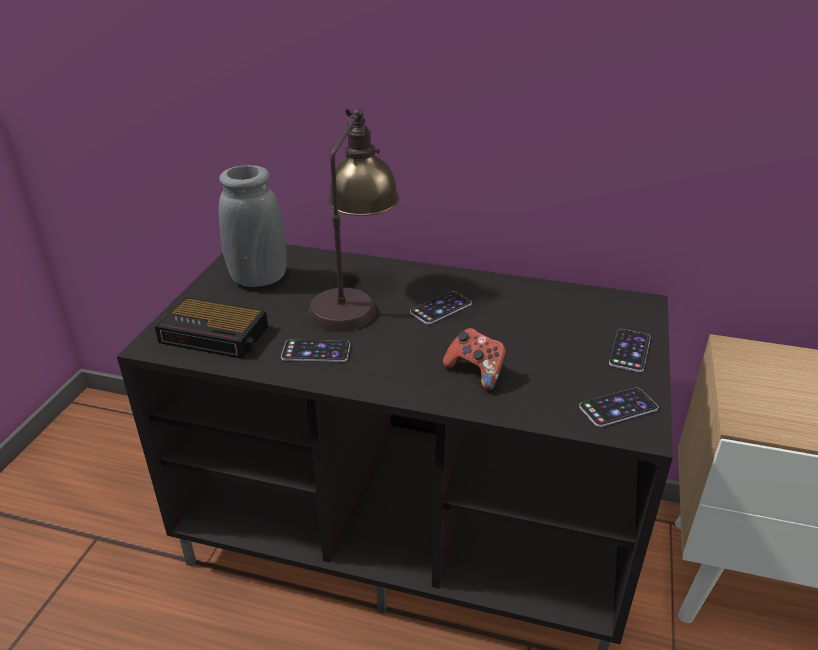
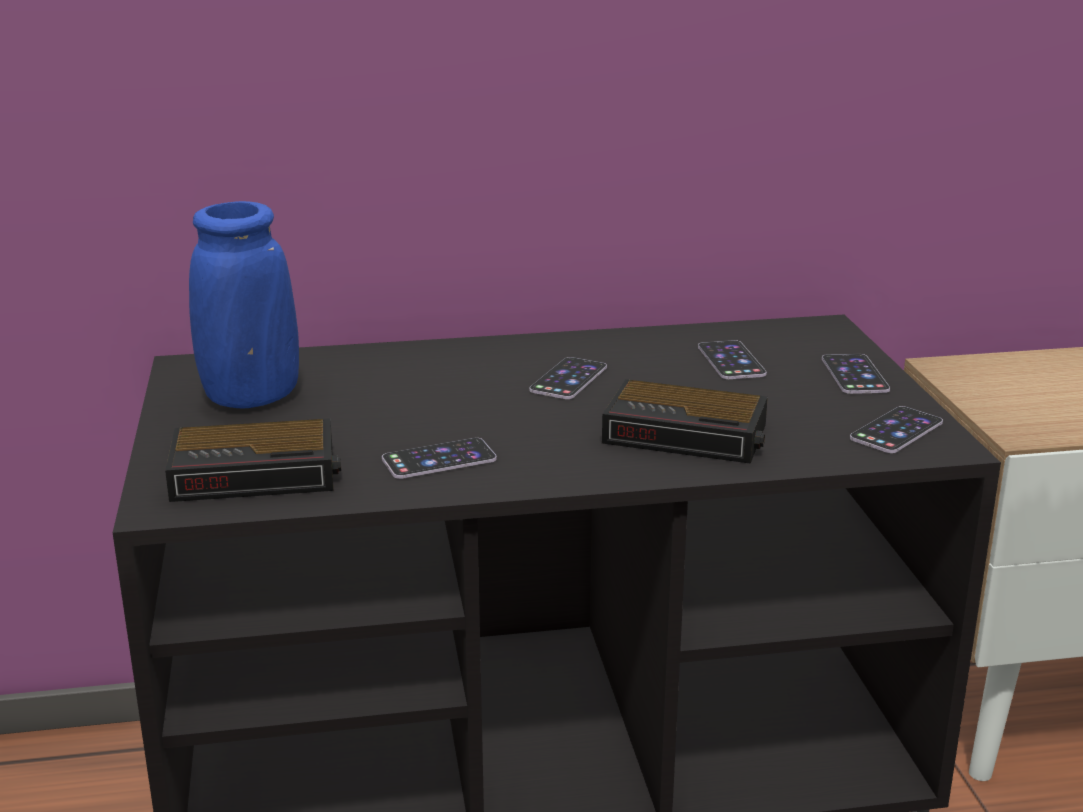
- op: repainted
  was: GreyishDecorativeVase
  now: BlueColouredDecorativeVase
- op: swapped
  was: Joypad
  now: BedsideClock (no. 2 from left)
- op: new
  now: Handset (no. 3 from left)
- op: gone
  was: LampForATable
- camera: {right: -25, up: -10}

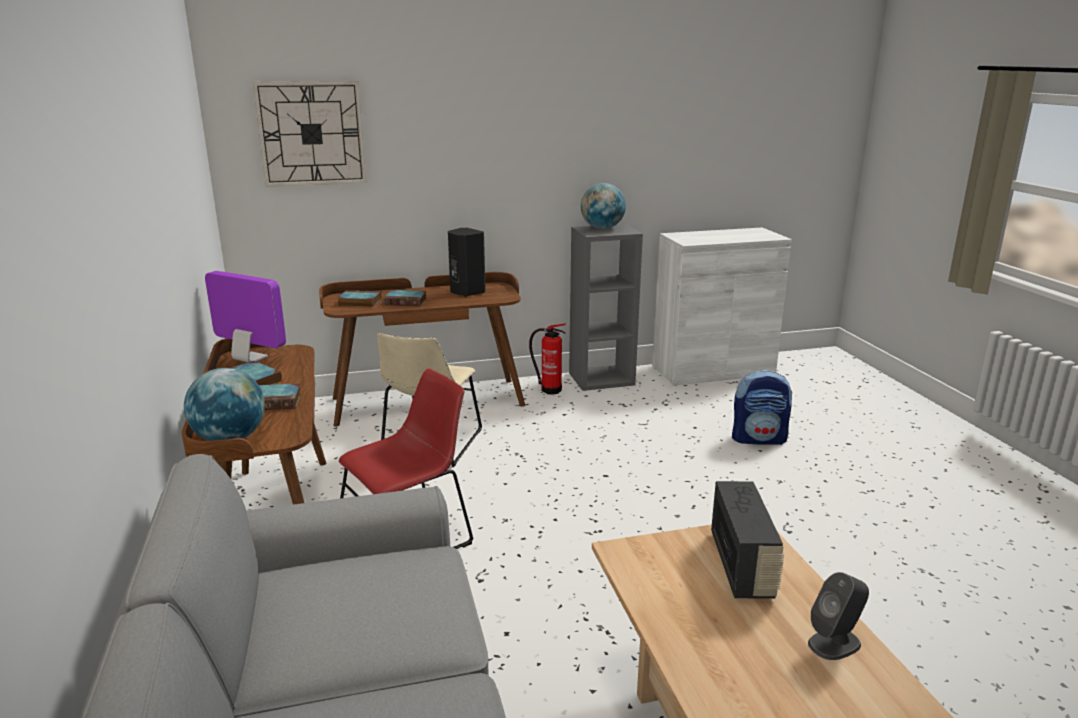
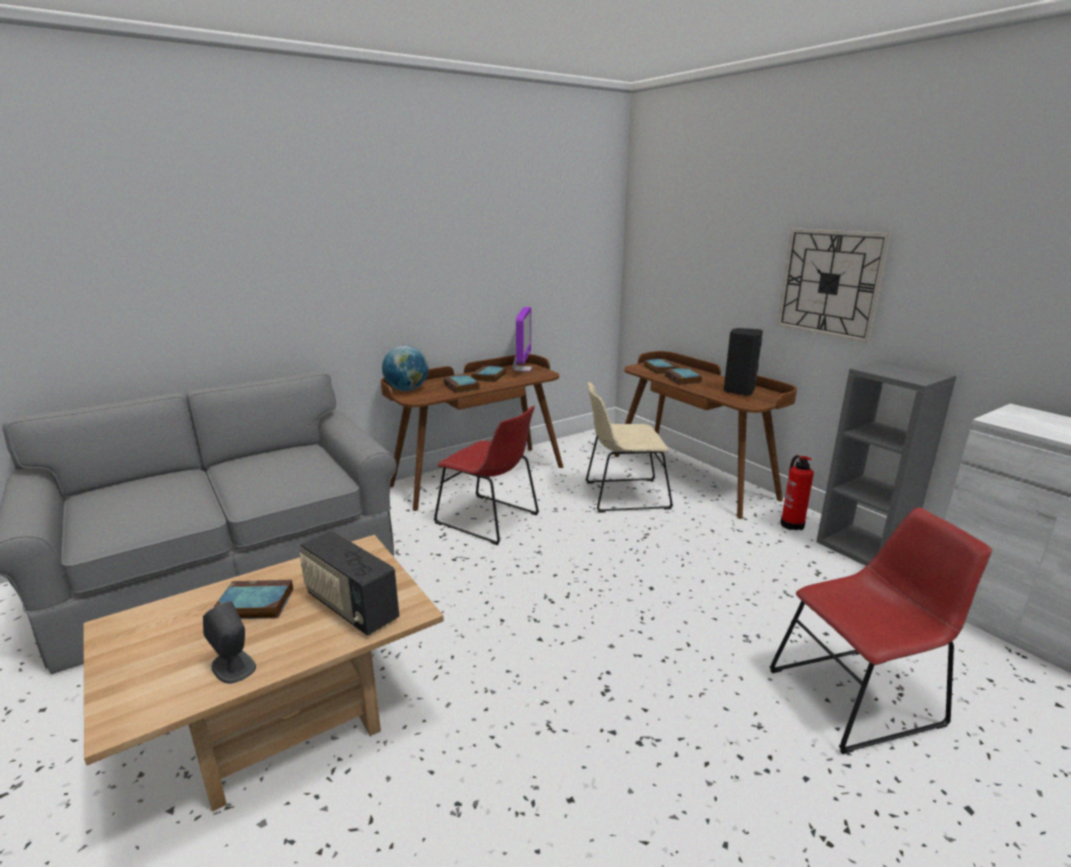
- op: new
  now: Volume (no. 1 from left)
- op: rotated
  was: Radio
  clockwise: 60
- op: swapped
  was: Rucksack
  now: RedUprightChair (no. 2 from left)
- op: shifted
  was: WallClock
- op: gone
  was: WorldGlobe (no. 2 from left)
- camera: {right: 70, up: 0}

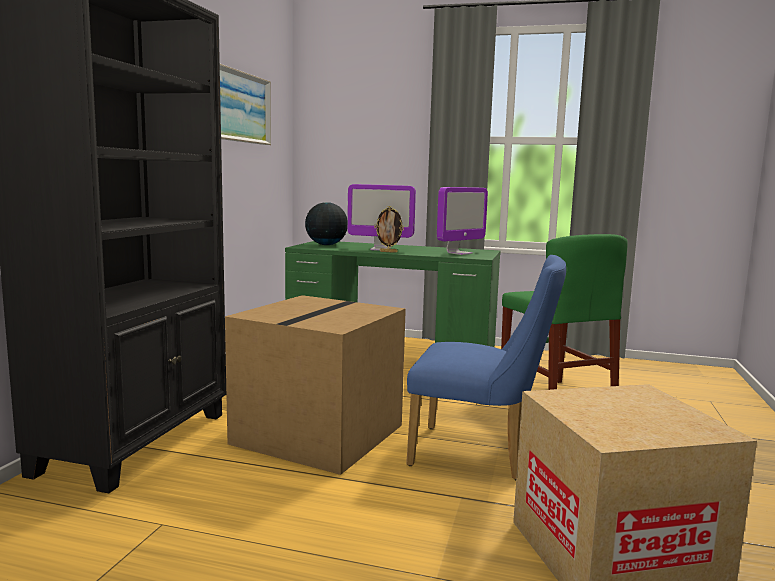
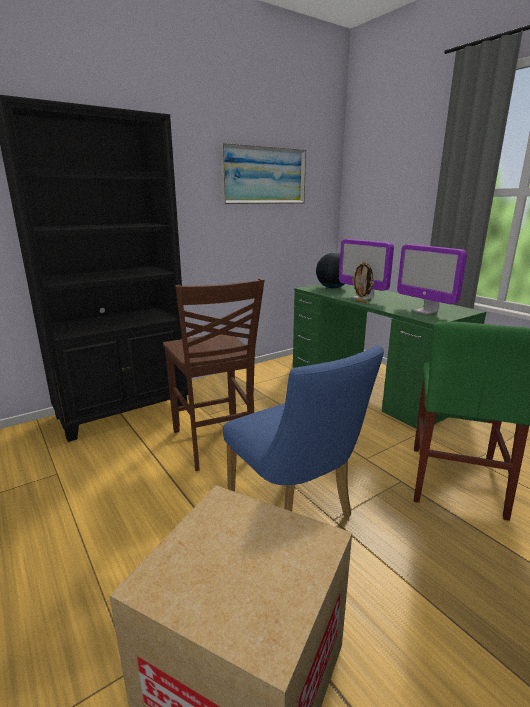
- op: swapped
  was: PackingBox (no. 1 from left)
  now: BrownishUprightChair
- op: rotated
  was: ComputerScreen (no. 2 from left)
  clockwise: 60
- camera: {right: 40, up: 10}

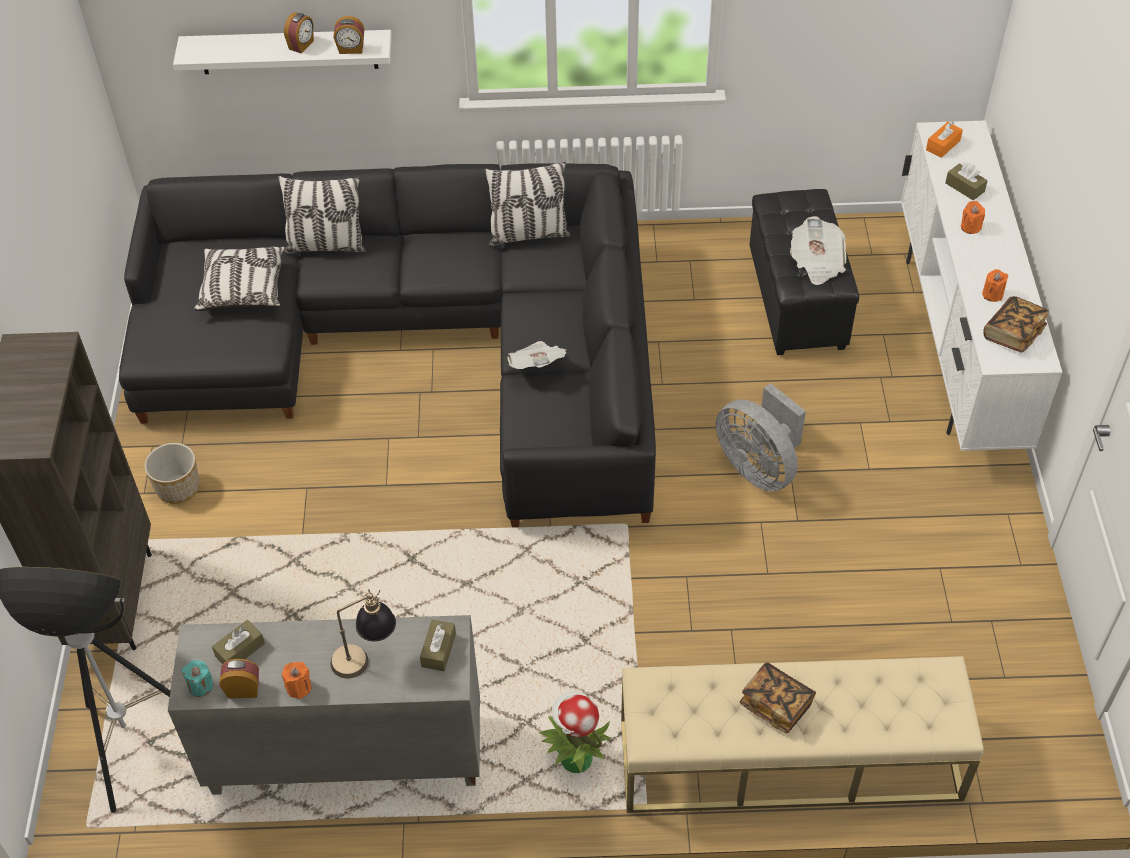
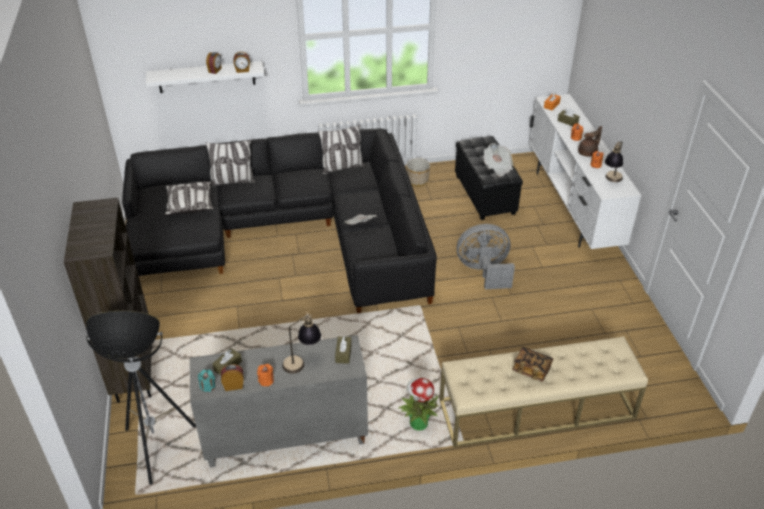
- op: shifted
  was: FlowerPot
- op: rotated
  was: GreyishFan
  clockwise: 135
- op: new
  now: BrownishTeaPot
- op: swapped
  was: Volume (no. 2 from left)
  now: LampForATable (no. 2 from left)
- camera: {right: -10, up: -10}

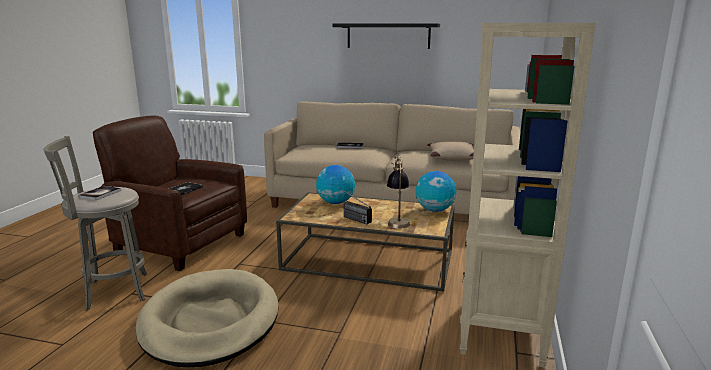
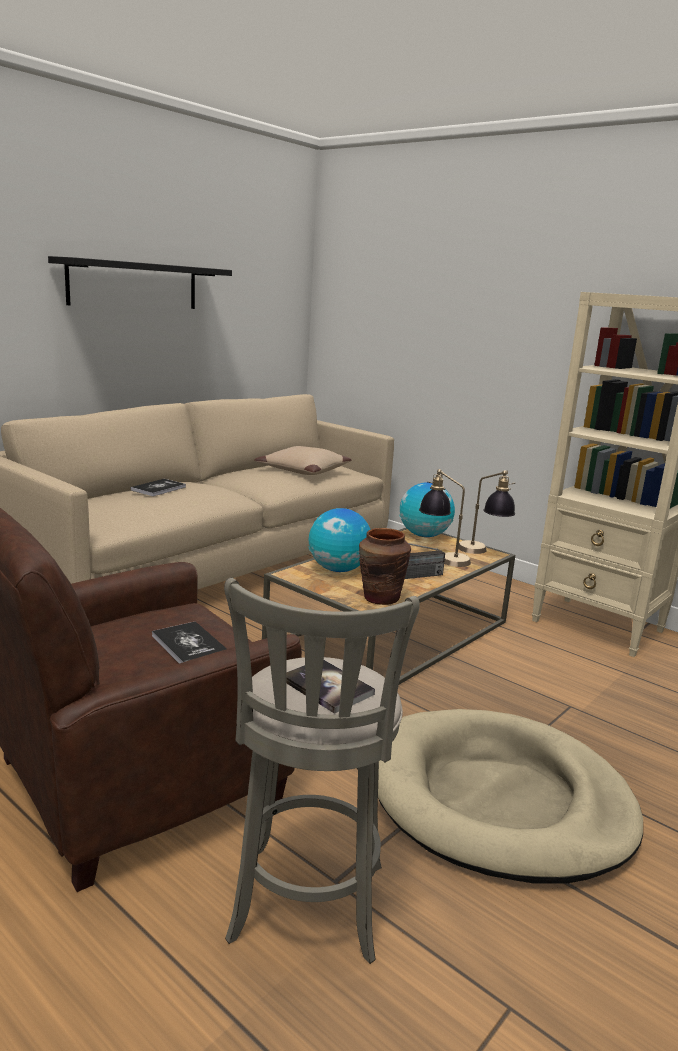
- op: new
  now: BrownishDecorativeVase
- op: new
  now: LampForATable (no. 2 from left)
- camera: {right: -65, up: 0}

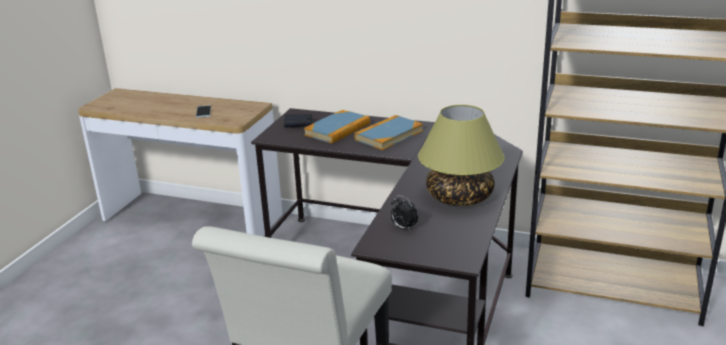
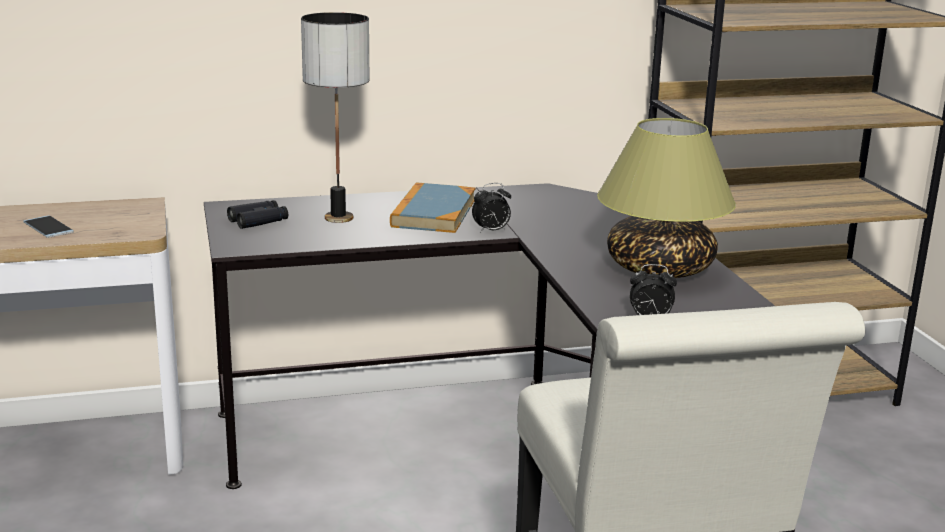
- op: swapped
  was: Volume (no. 1 from left)
  now: LampForATable (no. 1 from left)
- op: new
  now: BedsideClock (no. 1 from left)
- camera: {right: -35, up: -5}

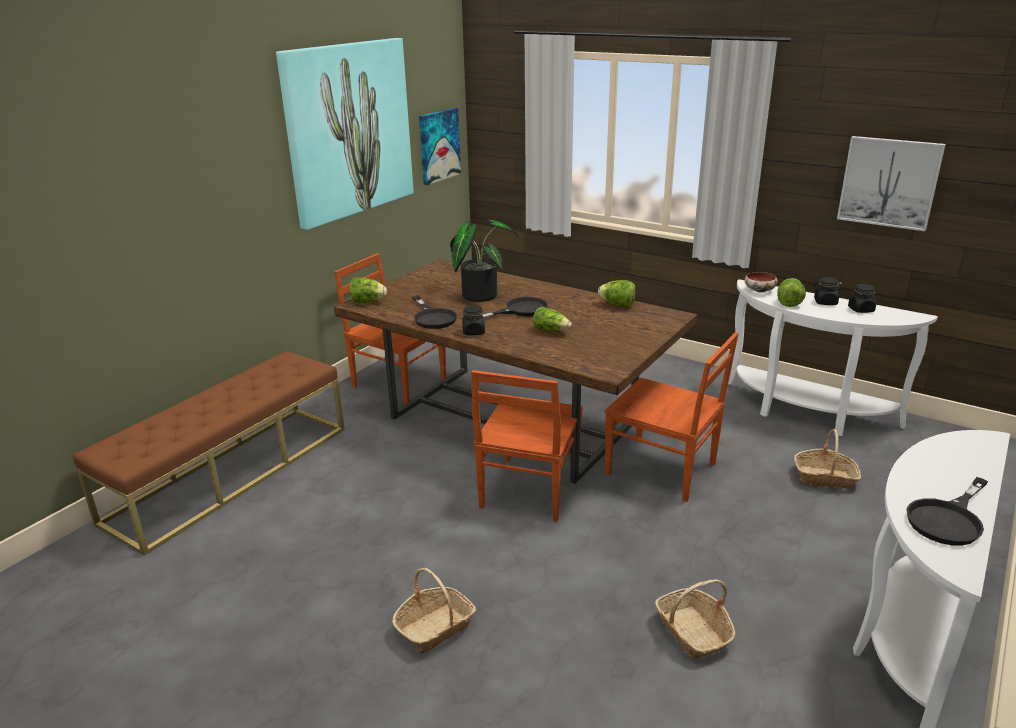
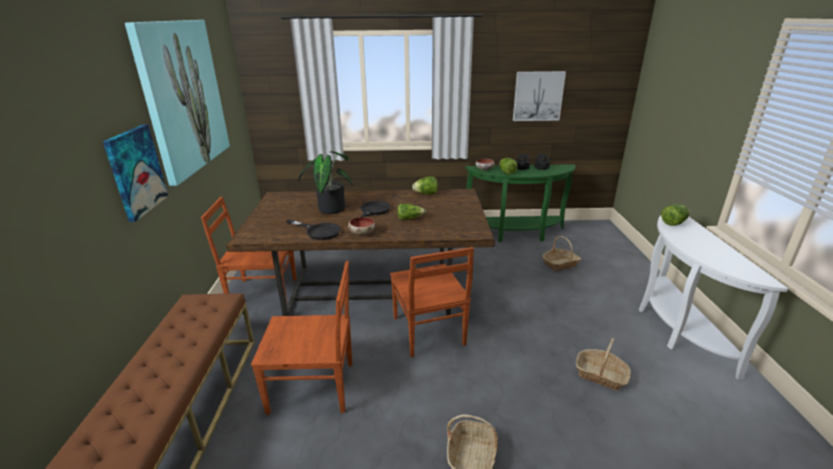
- op: shifted
  was: WallArt (no. 2 from left in the first image)
  now: WallArt (no. 1 from left)
- op: shifted
  was: BrownishUprightChair (no. 3 from left in the first image)
  now: BrownishUprightChair (no. 2 from left)
- op: swapped
  was: BlackishStorageJar (no. 1 from left)
  now: Bowl (no. 1 from left)
- op: repainted
  was: WhiteHallTable (no. 1 from left)
  now: GreenishHallTable
- op: shifted
  was: LettuceHead (no. 1 from left in the first image)
  now: LettuceHead (no. 4 from left)
- op: gone
  was: BlackishSkillet (no. 3 from left)
- camera: {right: -35, up: 0}

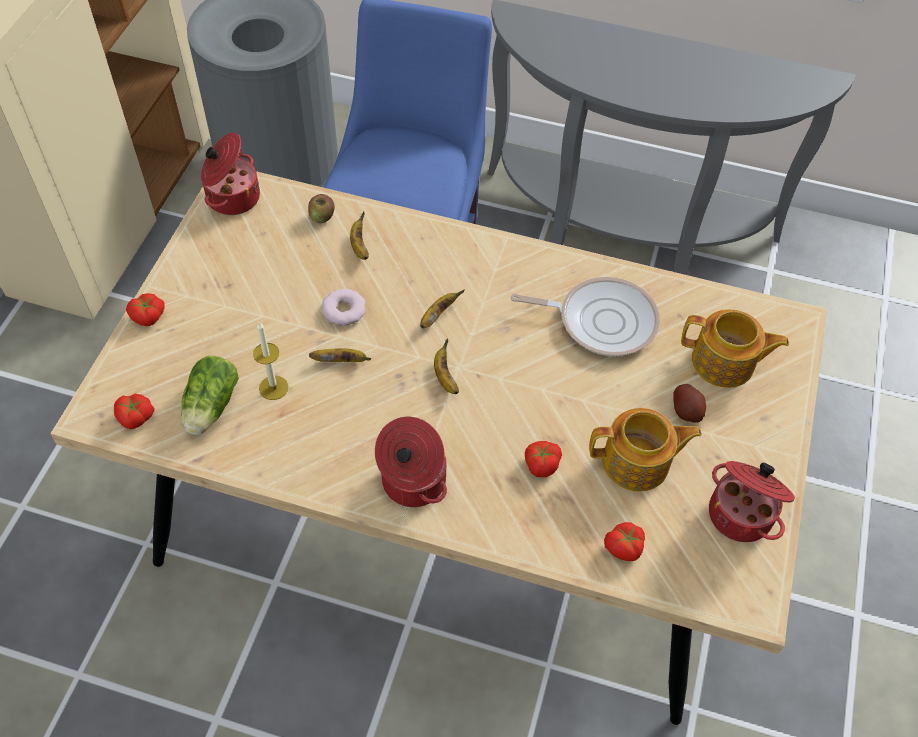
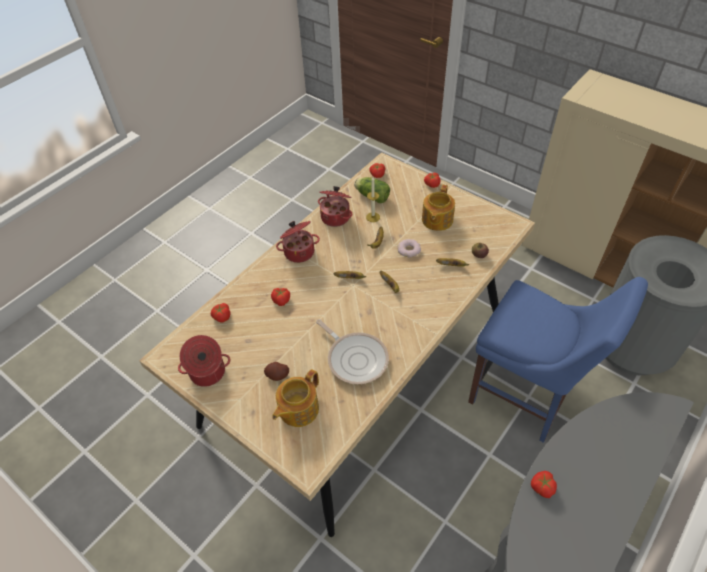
- op: rotated
  was: Skillet
  clockwise: -75
- op: shifted
  was: CookingPot (no. 1 from left in the first image)
  now: CookingPot (no. 3 from left)
- op: shifted
  was: TeaPot (no. 1 from left in the first image)
  now: TeaPot (no. 2 from left)
- op: new
  now: Tomato (no. 5 from left)
- camera: {right: 115, up: -5}

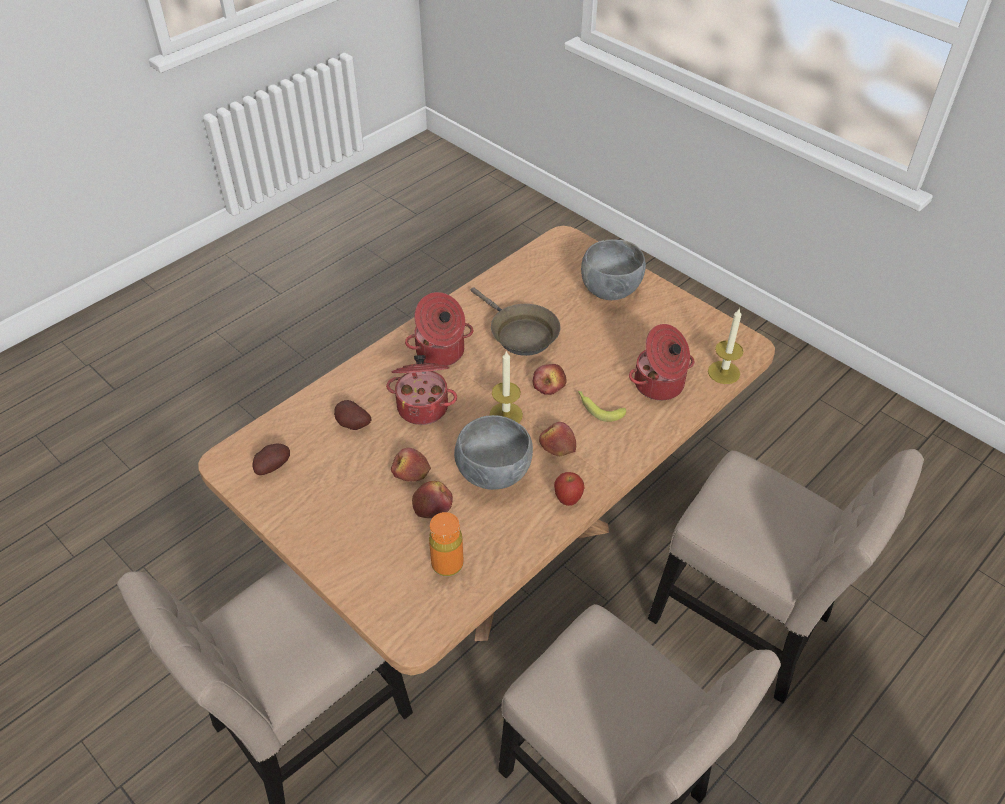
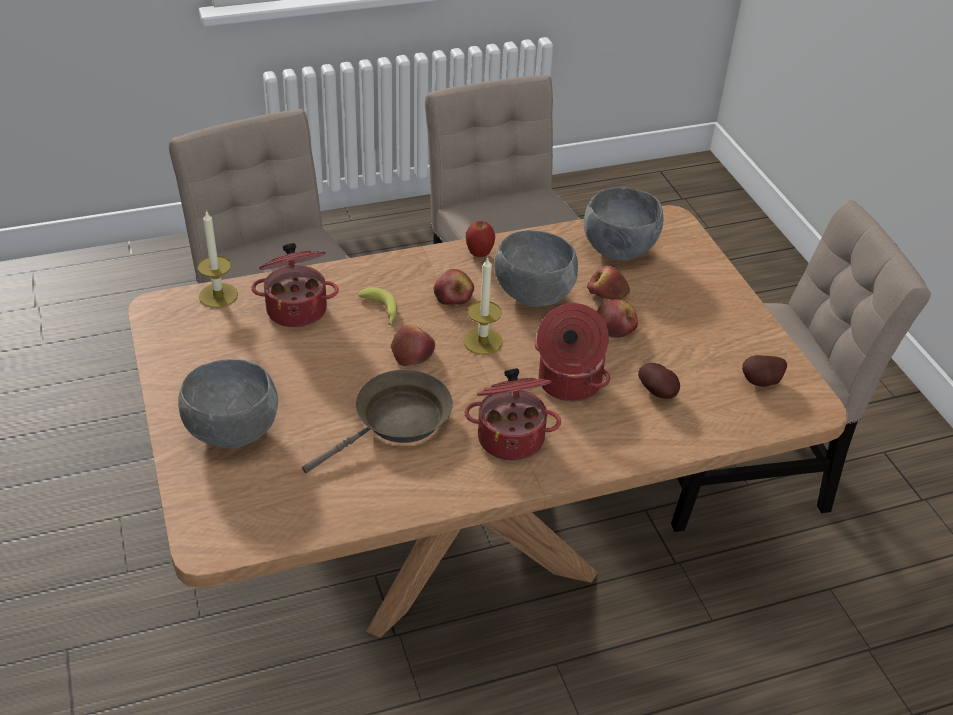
- op: rotated
  was: BrownishSkillet
  clockwise: 60
- op: swapped
  was: OrangeDrinkBottle
  now: GreyishBowl (no. 3 from left)
- camera: {right: -155, up: -5}

